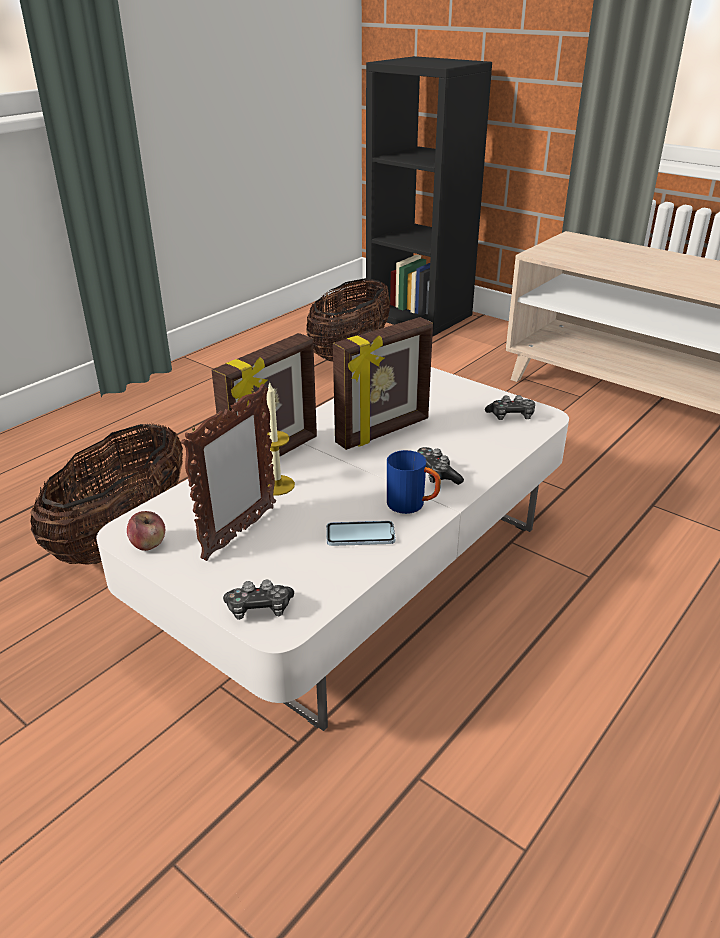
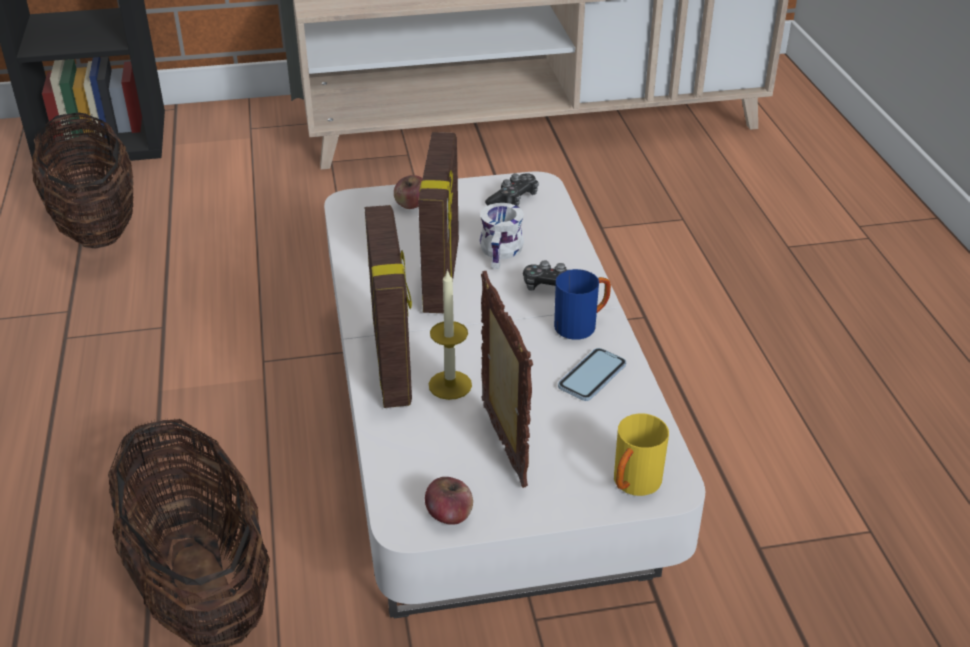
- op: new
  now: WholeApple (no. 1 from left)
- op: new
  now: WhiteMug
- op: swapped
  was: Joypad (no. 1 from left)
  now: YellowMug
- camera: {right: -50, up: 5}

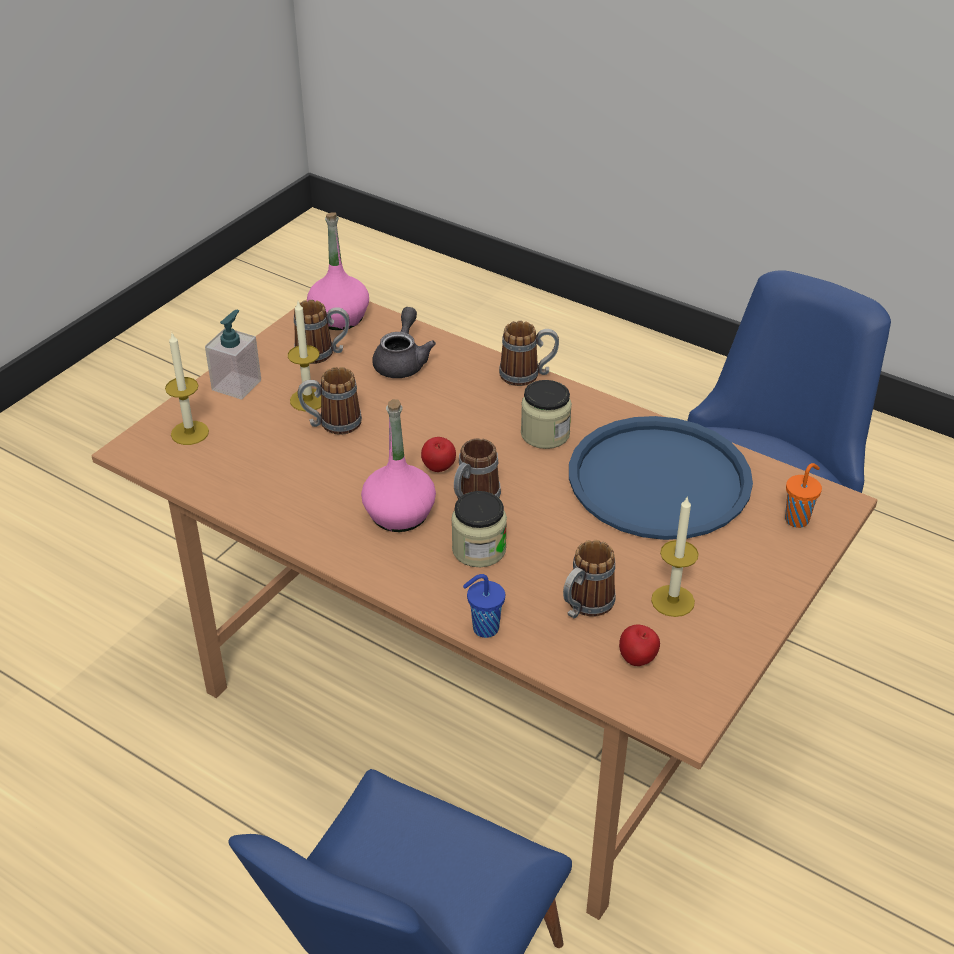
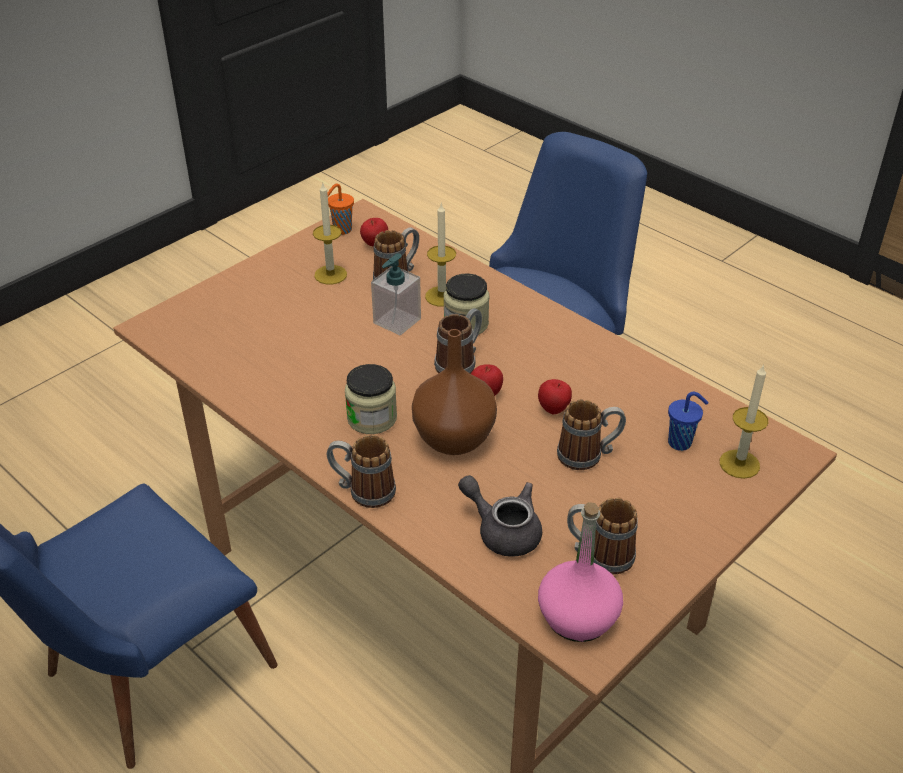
- op: shifted
  was: OrangeSmallCup
- op: shifted
  was: SoapBottle
- op: new
  now: BrownishDecorativeVase
- op: shifted
  was: Candle (no. 2 from left)
- op: rotated
  was: GreyishTeaPot
  clockwise: 105
- op: new
  now: WholeApple (no. 3 from left)
- op: shifted
  was: BlueColouredSmallCup
- op: gone
  was: PinkDrinkBottle (no. 2 from left)
- op: gone
  was: BlueColouredTray
- camera: {right: -170, up: 0}

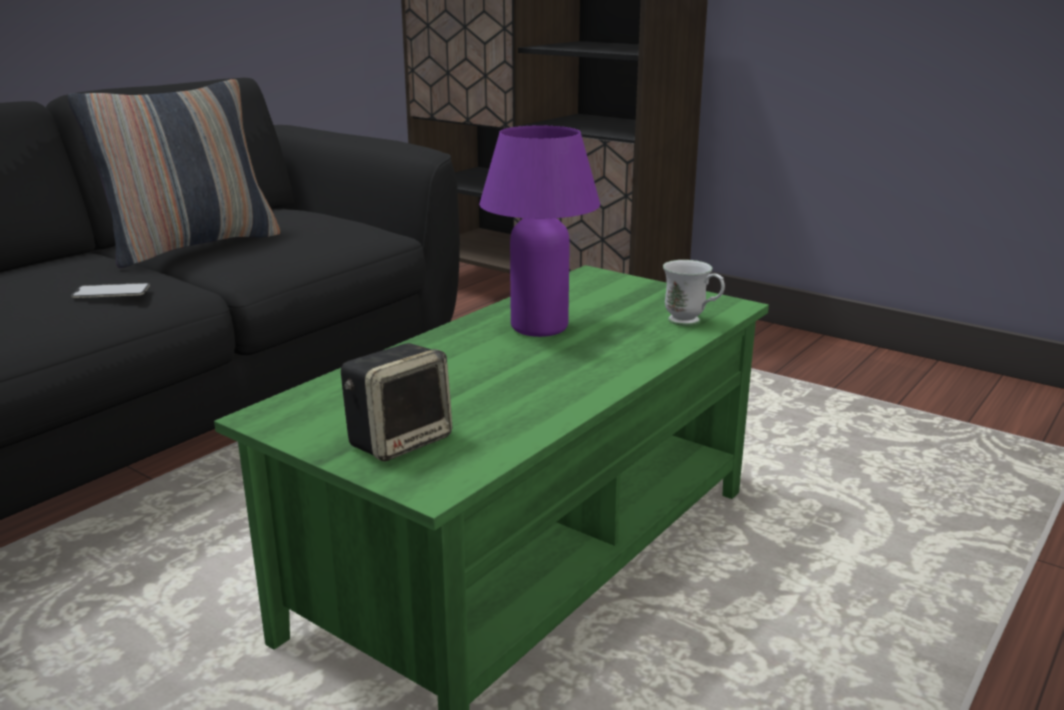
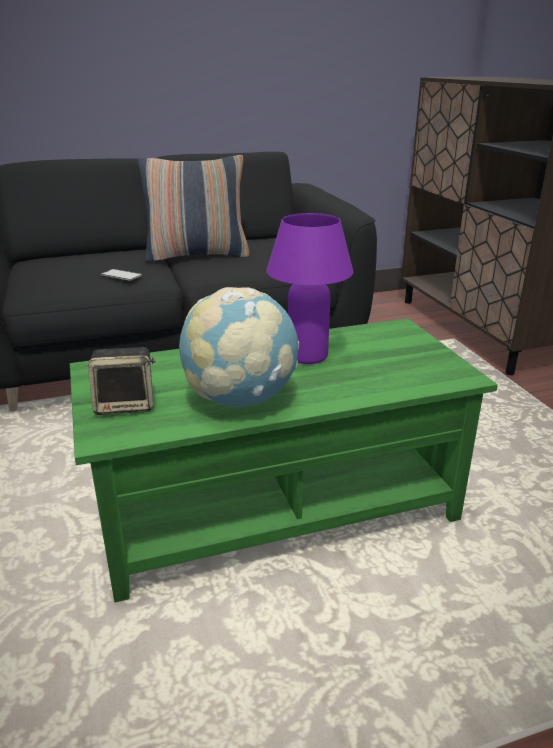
- op: new
  now: WorldGlobe
- op: gone
  was: WhiteMug
- camera: {right: 35, up: 5}

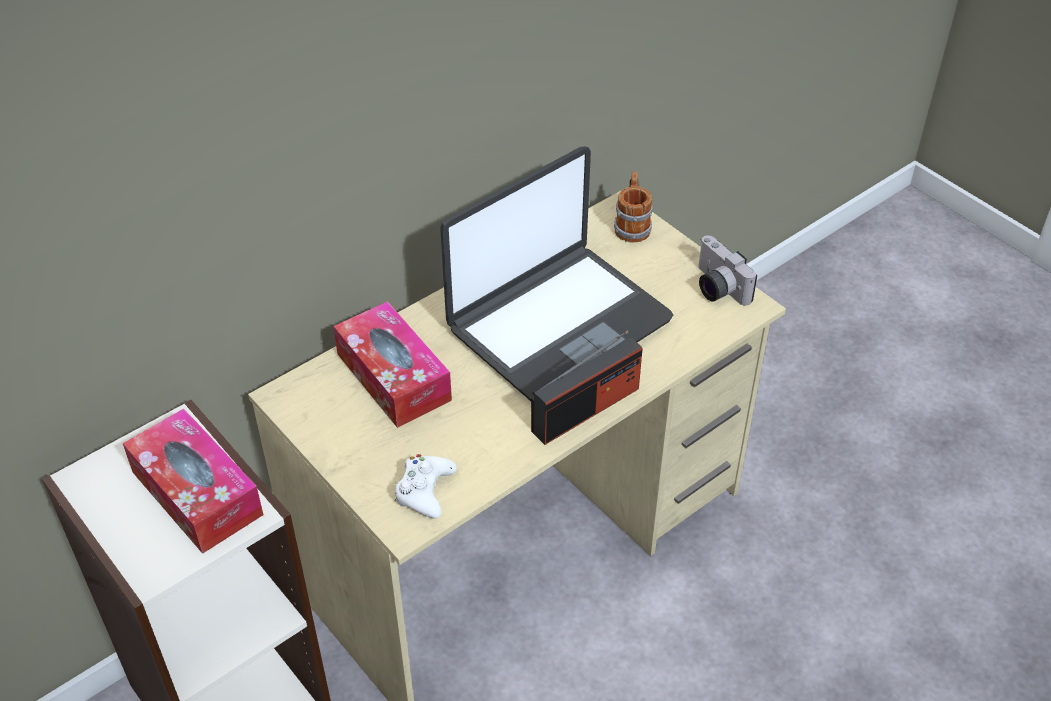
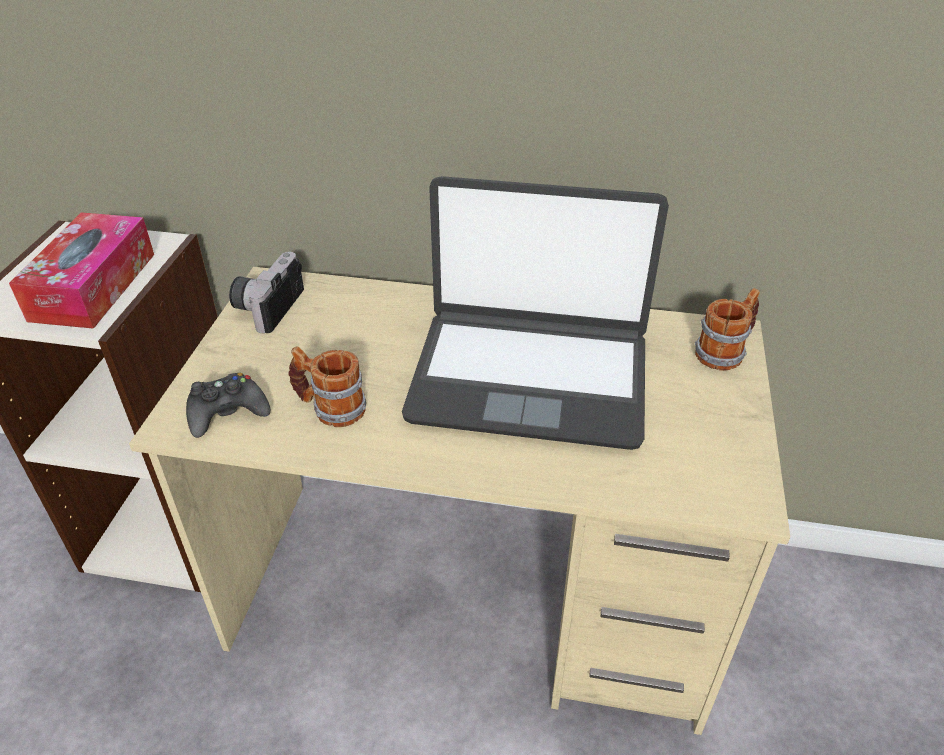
- op: repainted
  was: WhiteJoypad
  now: BlackishJoypad
- op: shifted
  was: PhotoCamera
- op: new
  now: Mug (no. 1 from left)
- op: gone
  was: TissueHolder (no. 2 from left)
- op: gone
  was: Radio
- camera: {right: 50, up: -5}

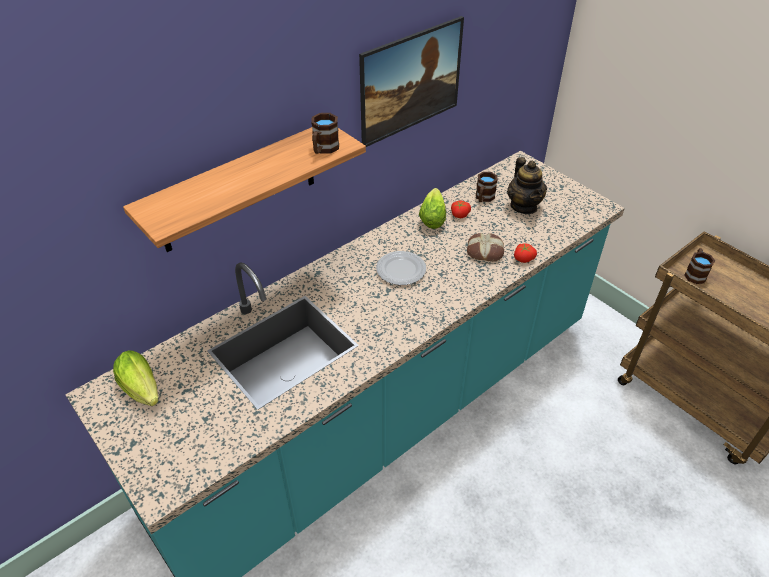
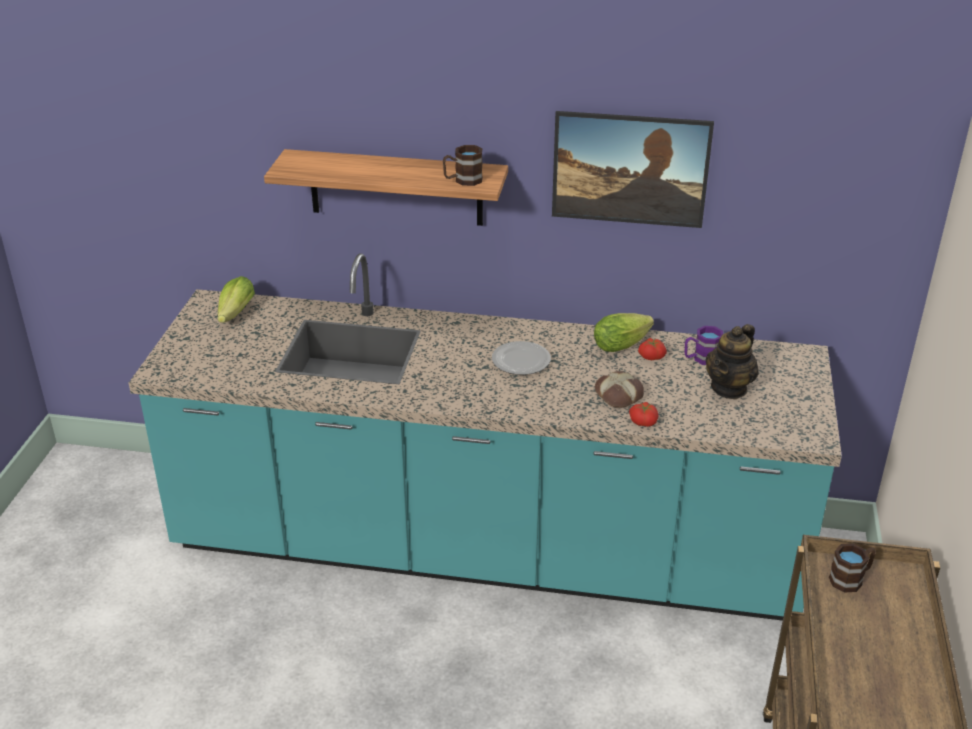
- op: repainted
  was: BrownishMug (no. 2 from left)
  now: PurpleColouredMug
- camera: {right: 50, up: -10}

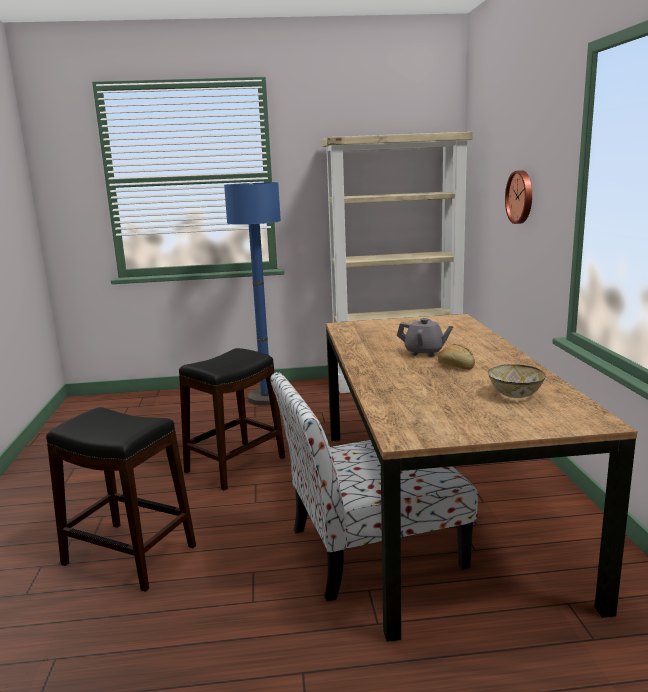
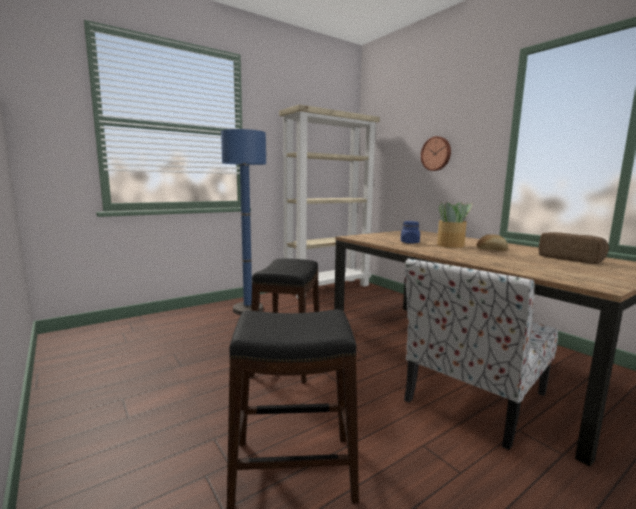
- op: new
  now: BlueColouredStorageJar
- op: swapped
  was: GreyishTeaPot
  now: PlantInAPot
- op: swapped
  was: Bowl
  now: BakeryBread (no. 2 from left)
- camera: {right: -30, up: -5}

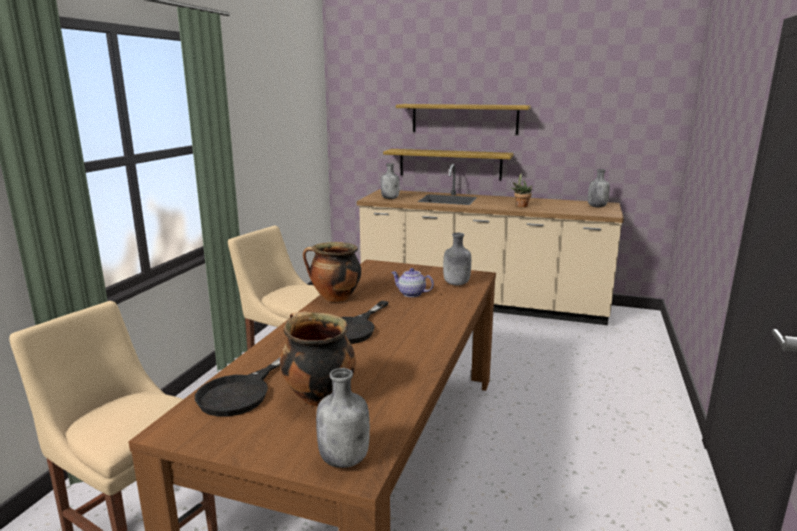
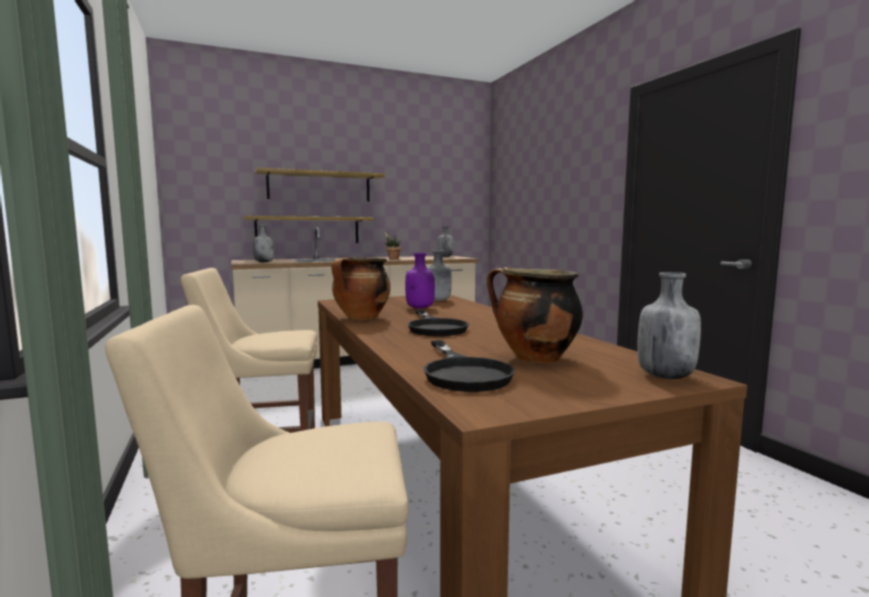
- op: swapped
  was: TeaPot
  now: PurpleColouredDrinkBottle
- camera: {right: -40, up: -10}

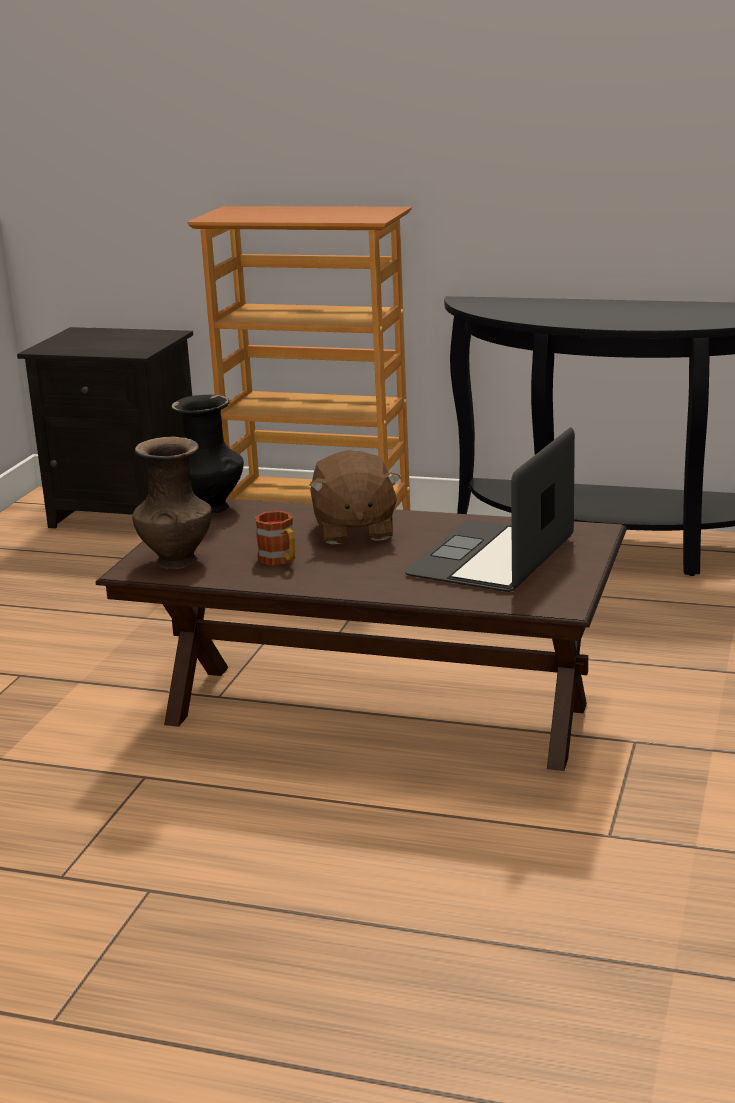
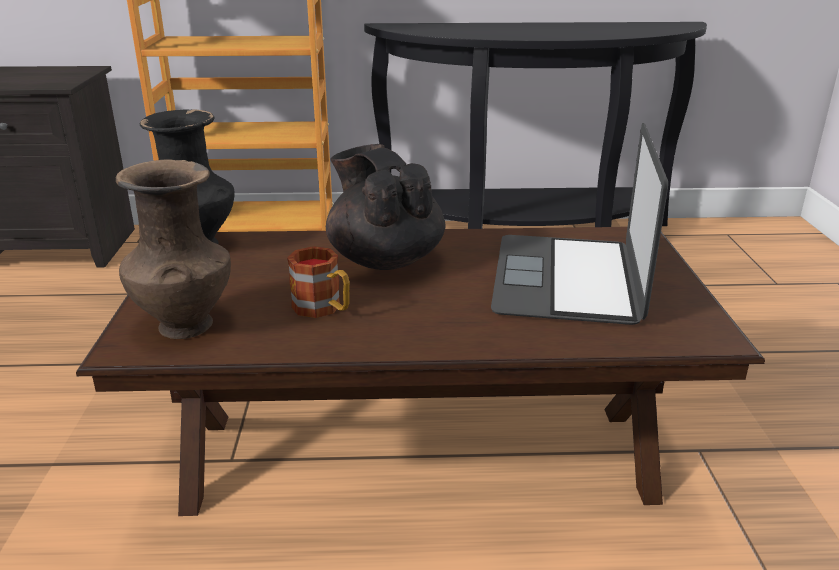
- op: swapped
  was: BrownishSoftToy
  now: BlackishTeaPot
- camera: {right: -20, up: 5}

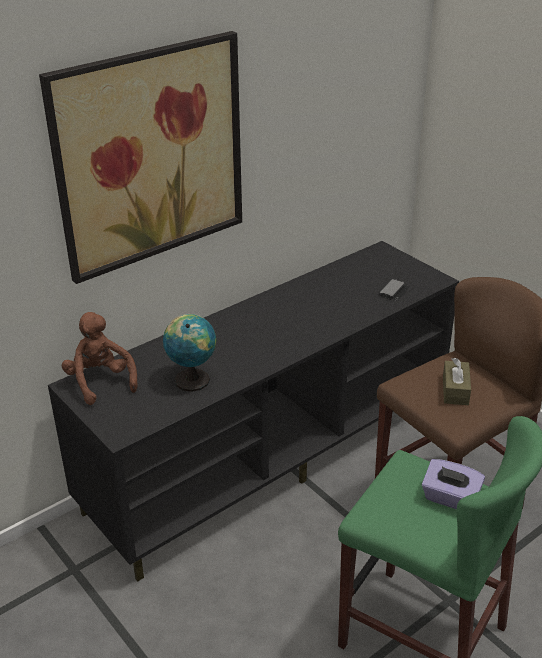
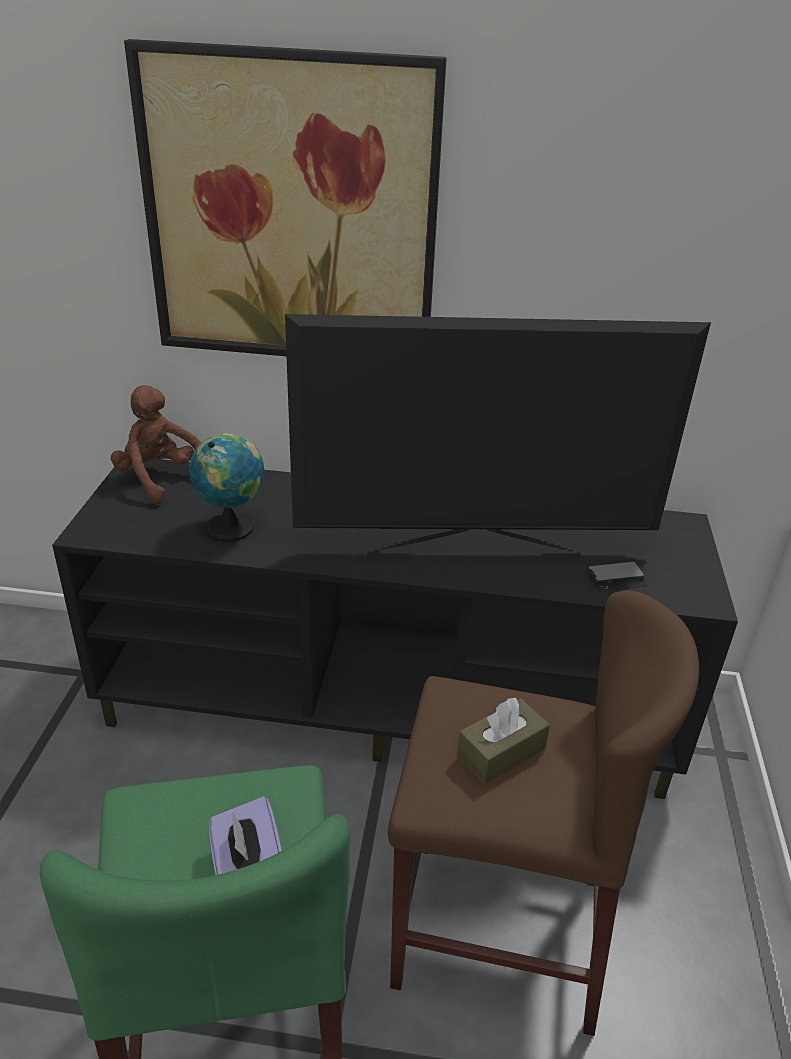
- op: rotated
  was: BrownishSoftToy
  clockwise: -60
- op: new
  now: TvSet
- camera: {right: 45, up: 0}

